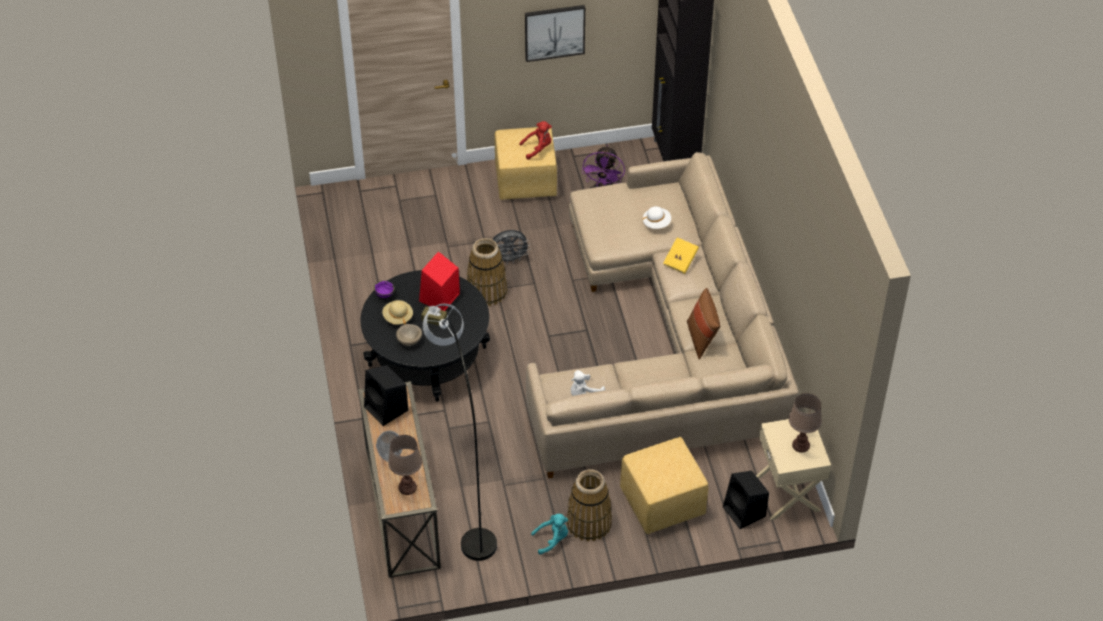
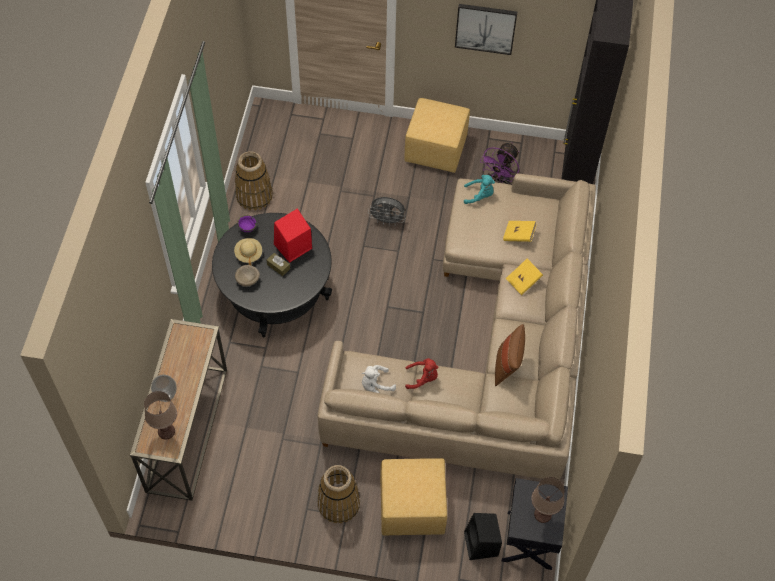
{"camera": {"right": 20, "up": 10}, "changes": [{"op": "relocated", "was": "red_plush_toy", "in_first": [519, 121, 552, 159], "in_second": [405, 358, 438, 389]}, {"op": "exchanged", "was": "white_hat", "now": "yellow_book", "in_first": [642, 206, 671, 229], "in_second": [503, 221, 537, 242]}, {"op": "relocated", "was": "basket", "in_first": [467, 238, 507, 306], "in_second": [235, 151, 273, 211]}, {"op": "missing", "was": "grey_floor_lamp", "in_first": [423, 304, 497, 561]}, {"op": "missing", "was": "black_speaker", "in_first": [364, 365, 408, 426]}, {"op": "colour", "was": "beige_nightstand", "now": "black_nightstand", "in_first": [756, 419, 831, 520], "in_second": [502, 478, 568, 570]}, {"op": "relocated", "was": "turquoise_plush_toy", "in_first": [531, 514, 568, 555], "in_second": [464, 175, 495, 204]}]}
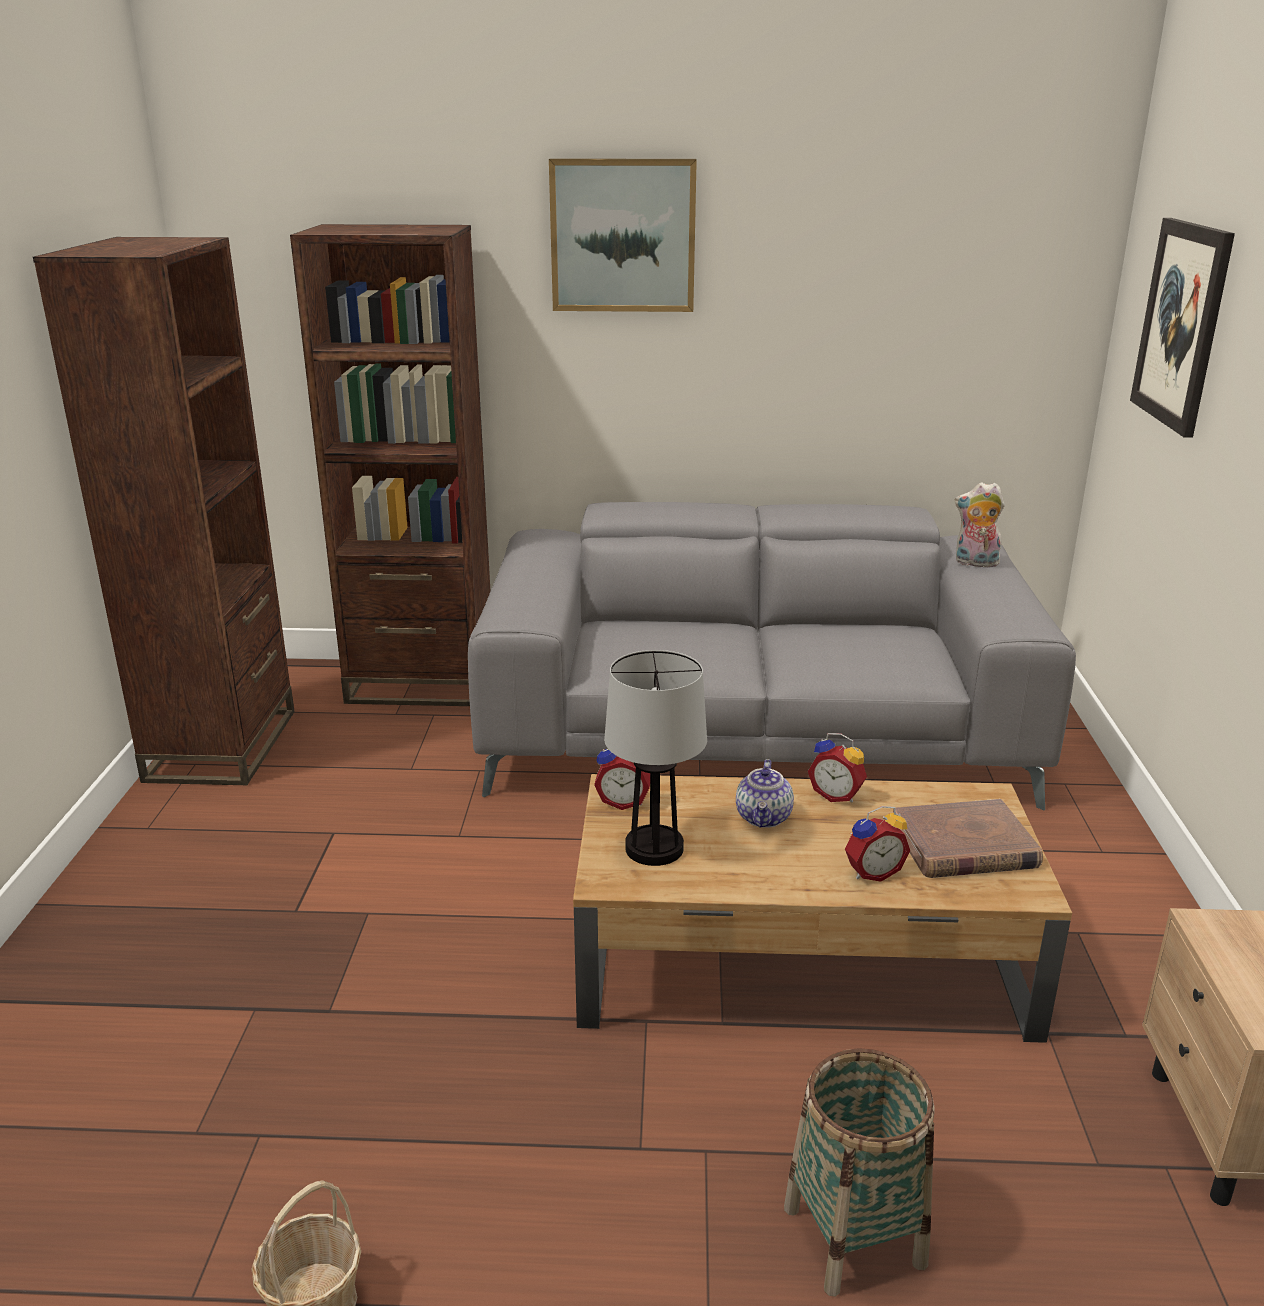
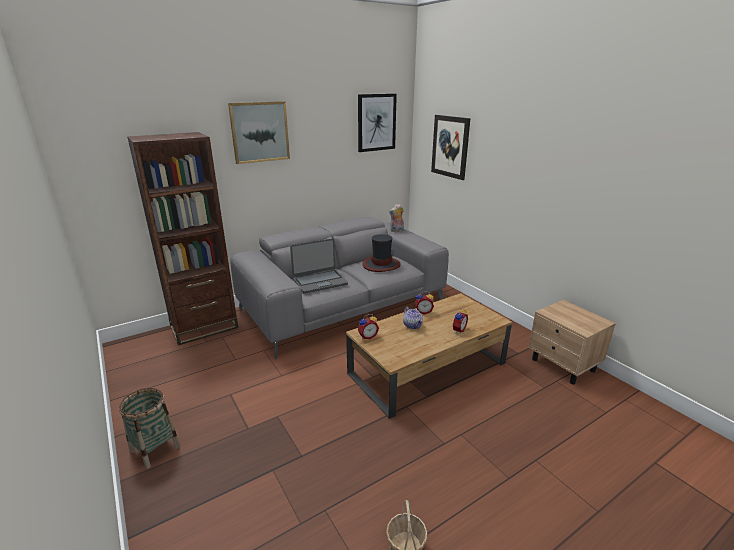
{"camera": {"right": -35, "up": 0}, "changes": [{"op": "missing", "was": "brown_bookcase", "in_first": [33, 237, 295, 785]}, {"op": "missing", "was": "table_lamp", "in_first": [604, 650, 707, 866]}, {"op": "missing", "was": "brown_book", "in_first": [893, 799, 1043, 878]}, {"op": "relocated", "was": "basket", "in_first": [784, 1049, 935, 1296], "in_second": [119, 388, 181, 469]}, {"op": "appeared", "now": "picture", "in_second": [358, 94, 397, 152]}, {"op": "appeared", "now": "hat", "in_second": [363, 234, 401, 272]}, {"op": "appeared", "now": "laptop", "in_second": [290, 238, 348, 294]}]}
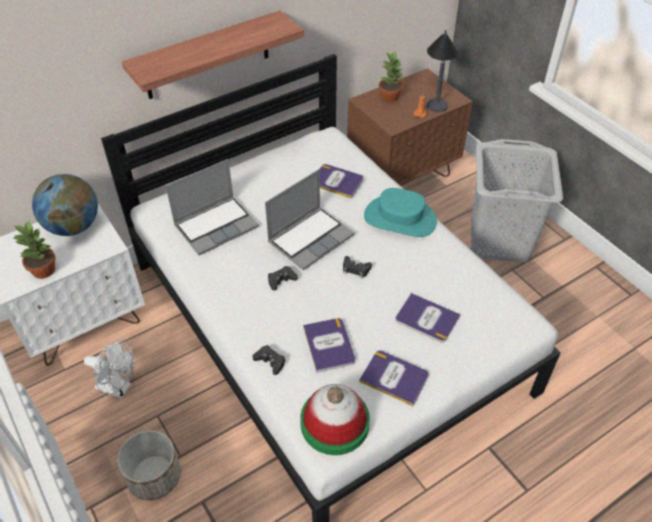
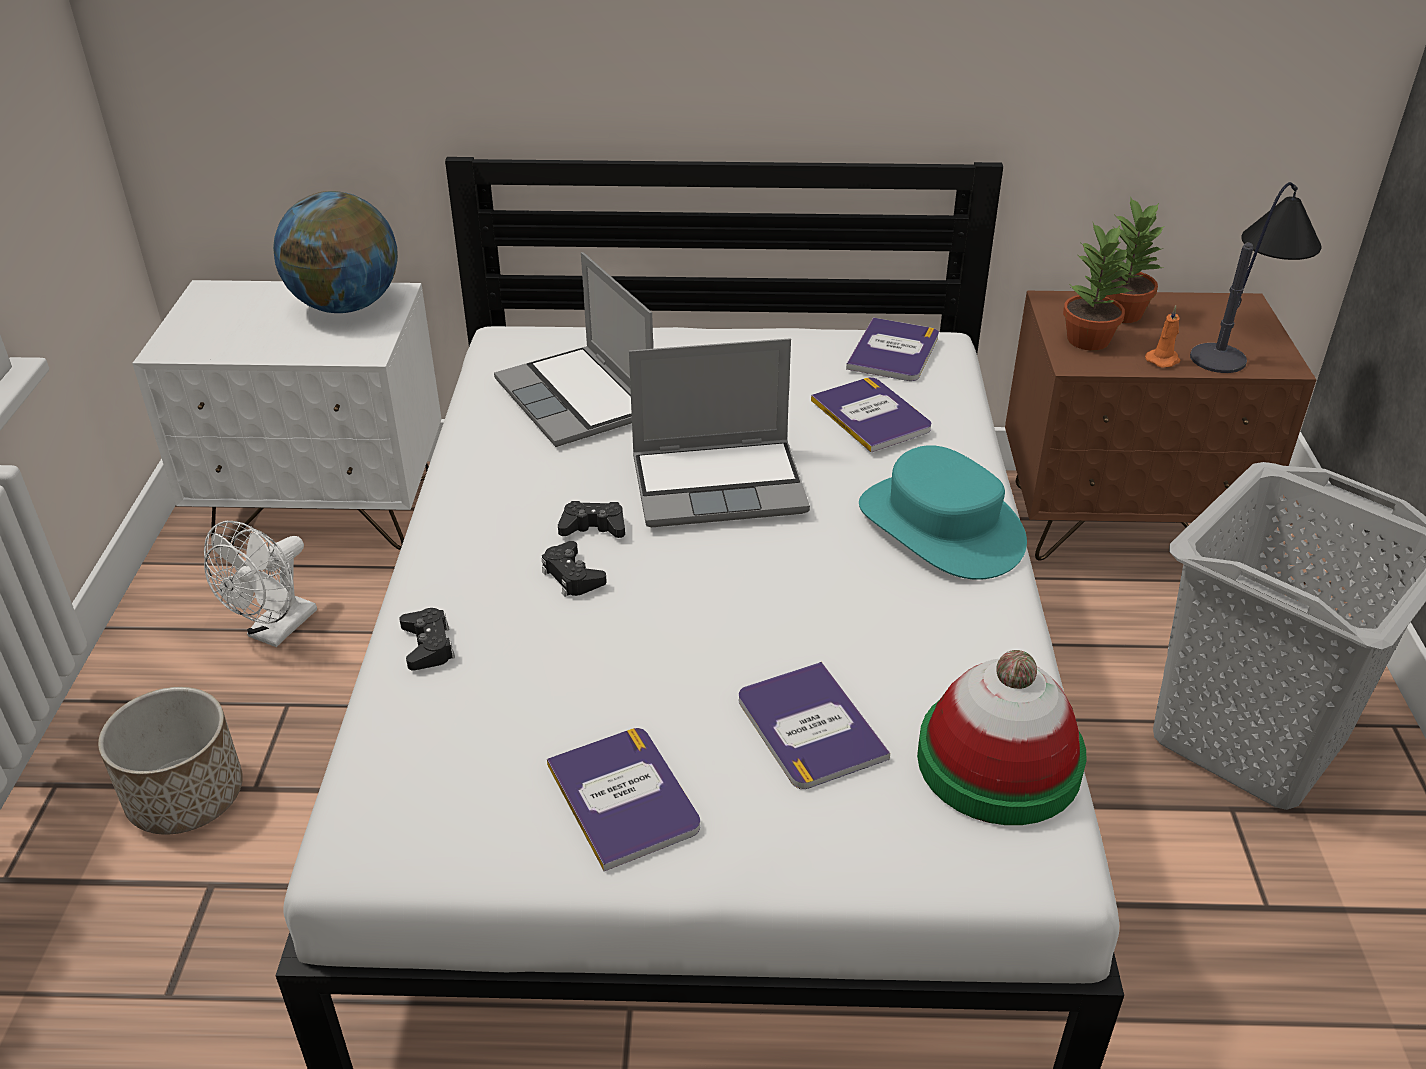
{"camera": {"right": 35, "up": -10}, "changes": [{"op": "missing", "was": "shelf", "in_first": [122, 11, 304, 99]}, {"op": "spun", "was": "laptop", "in_first": [166, 159, 259, 255], "in_second": [494, 252, 653, 447], "clockwise": 60}, {"op": "relocated", "was": "potted_plant", "in_first": [13, 220, 56, 279], "in_second": [1063, 223, 1133, 351]}, {"op": "relocated", "was": "black_game_controller", "in_first": [343, 256, 372, 278], "in_second": [542, 541, 607, 597]}, {"op": "relocated", "was": "book", "in_first": [303, 318, 355, 373], "in_second": [846, 317, 939, 381]}, {"op": "spun", "was": "white_fan", "in_first": [84, 340, 135, 399], "in_second": [204, 521, 317, 647], "clockwise": 60}, {"op": "relocated", "was": "hat", "in_first": [300, 384, 370, 455], "in_second": [917, 650, 1087, 825]}]}
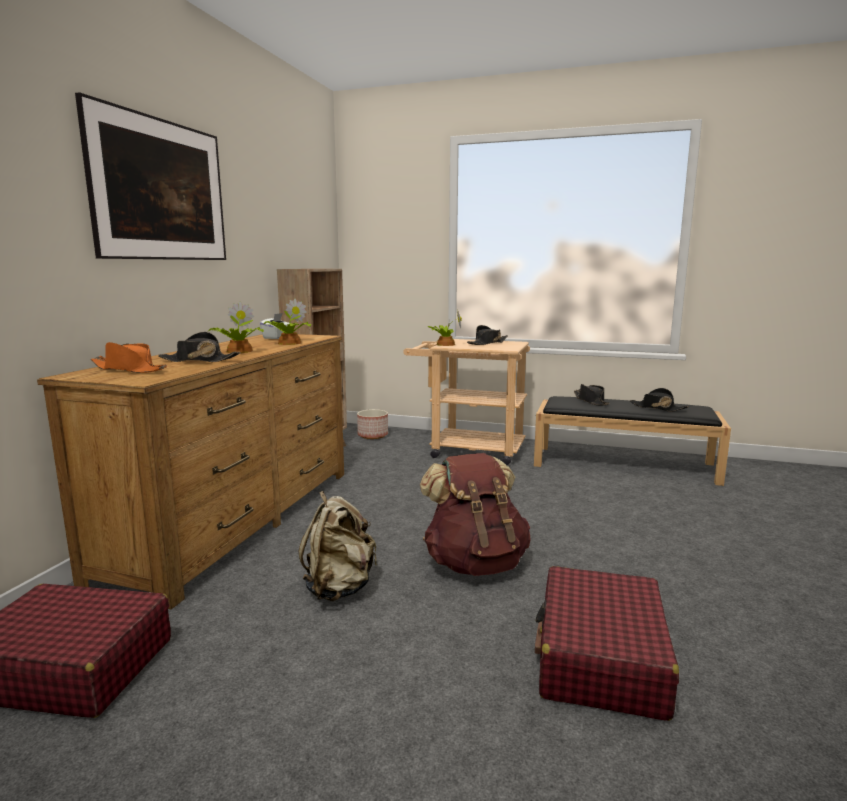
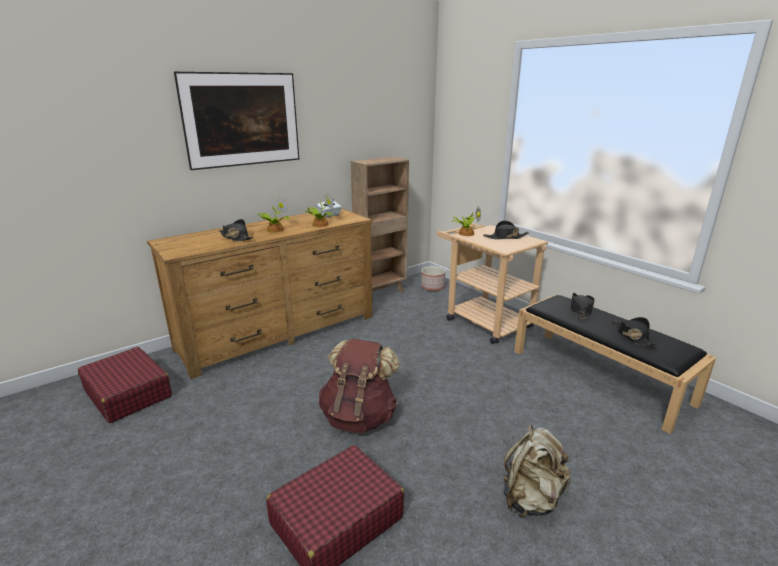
{"camera": {"right": 35, "up": 10}, "changes": [{"op": "missing", "was": "orange_hat", "in_first": [91, 342, 167, 373]}, {"op": "relocated", "was": "beige_backpack", "in_first": [299, 491, 377, 601], "in_second": [504, 425, 571, 517]}]}
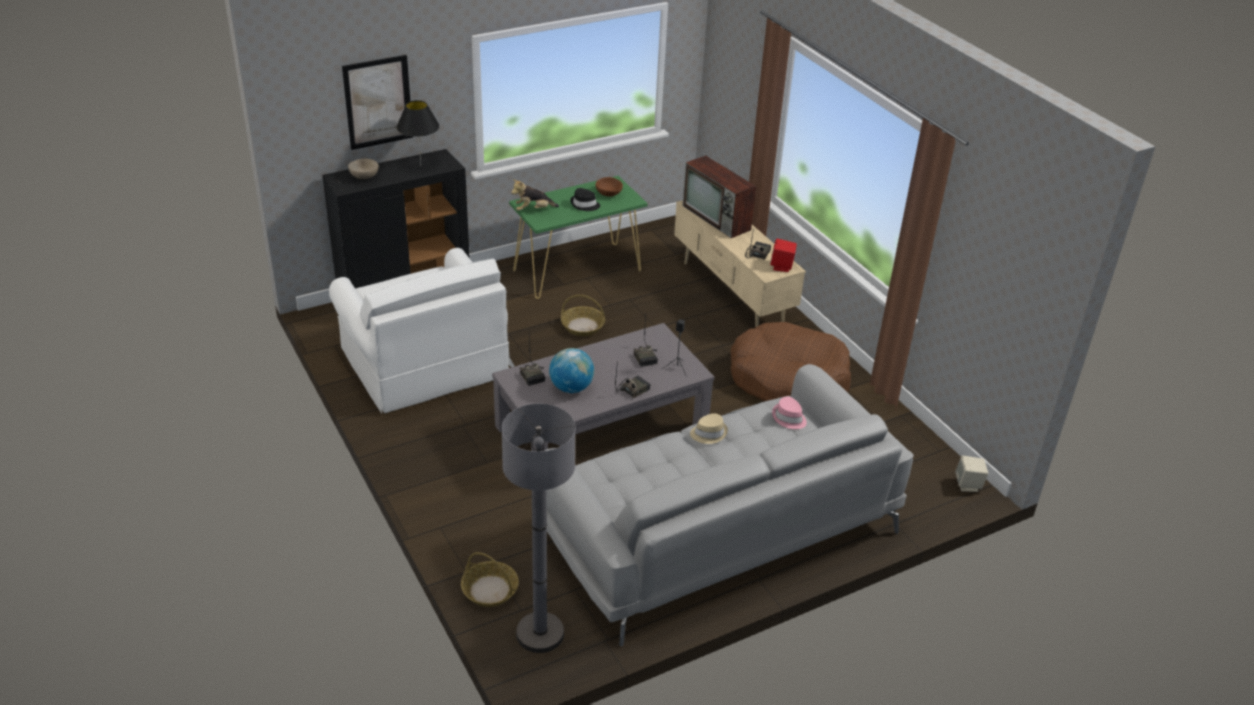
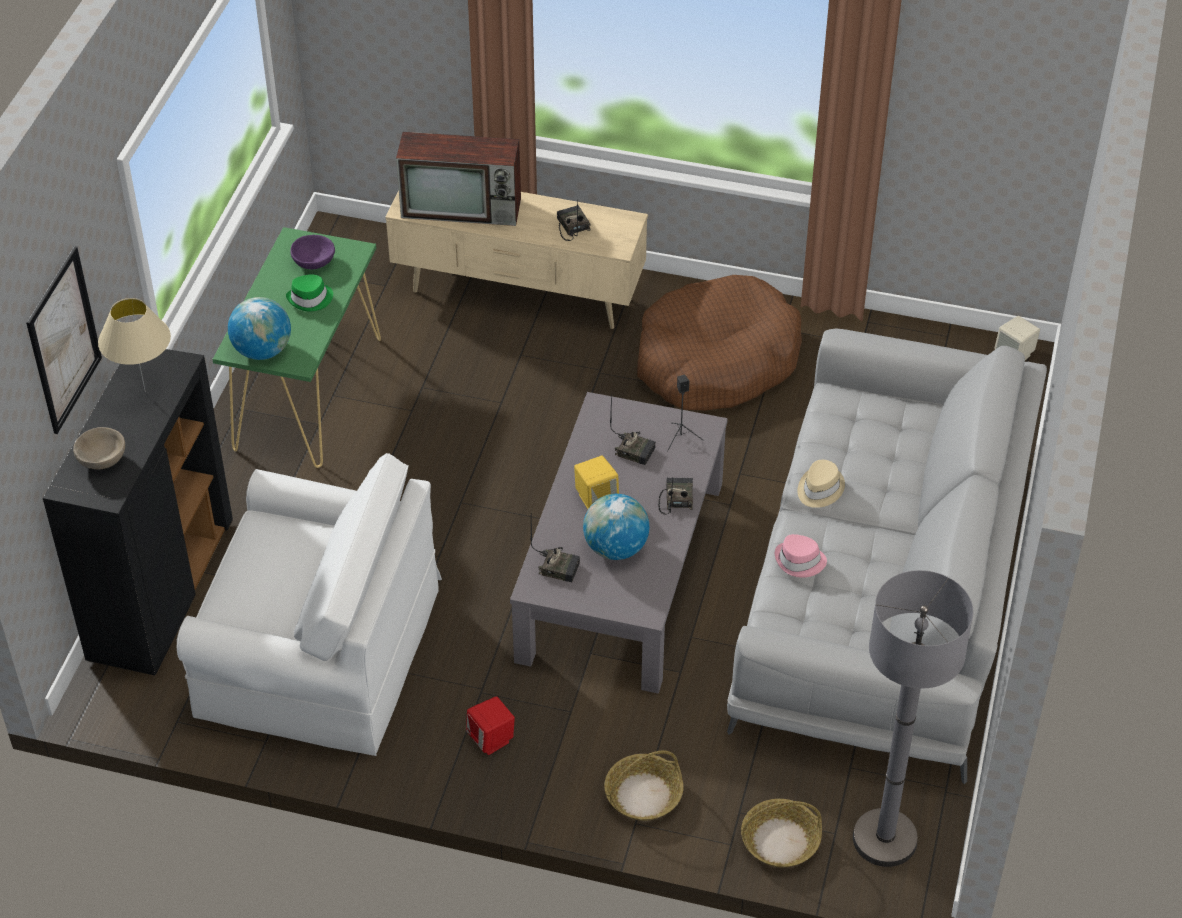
{"camera": {"right": -45, "up": 10}, "changes": [{"op": "colour", "was": "black_table_lamp", "now": "beige_table_lamp", "in_first": [396, 100, 440, 165], "in_second": [98, 298, 171, 392]}, {"op": "colour", "was": "brown_bowl", "now": "purple_bowl", "in_first": [595, 177, 623, 197], "in_second": [291, 235, 335, 269]}, {"op": "exchanged", "was": "plush_toy", "now": "globe", "in_first": [511, 179, 559, 211], "in_second": [228, 297, 291, 360]}, {"op": "colour", "was": "black_hat", "now": "green_hat", "in_first": [570, 188, 600, 211], "in_second": [286, 274, 333, 312]}, {"op": "relocated", "was": "red_speaker", "in_first": [770, 239, 797, 272], "in_second": [466, 696, 515, 755]}, {"op": "relocated", "was": "basket", "in_first": [561, 295, 605, 336], "in_second": [604, 751, 683, 821]}, {"op": "relocated", "was": "pink_hat", "in_first": [772, 396, 807, 429], "in_second": [775, 534, 827, 578]}, {"op": "appeared", "now": "yellow_speaker", "in_second": [574, 456, 619, 509]}]}
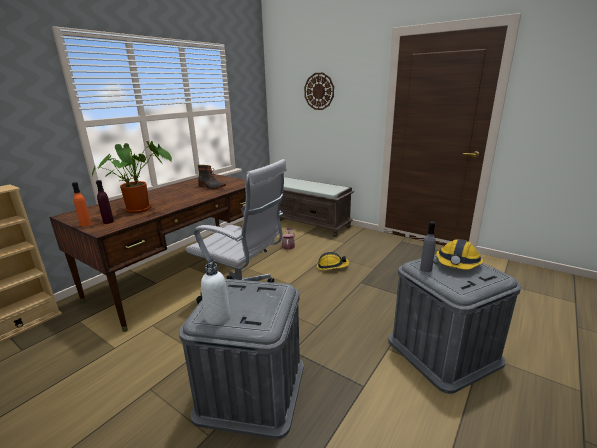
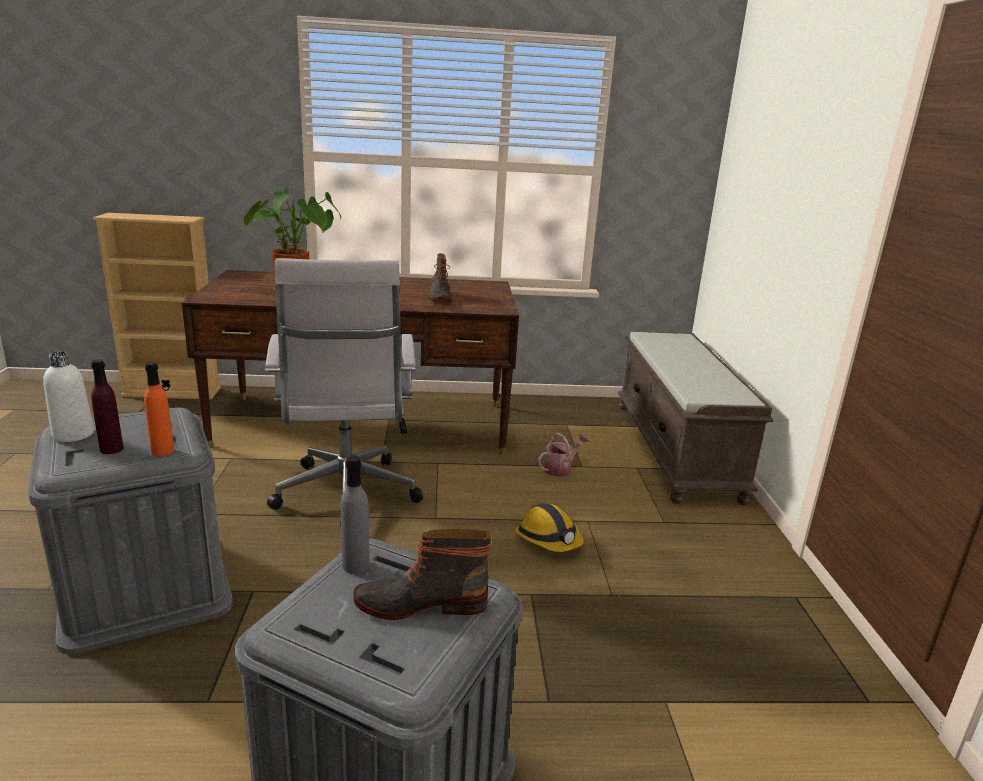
{"camera": {"right": 50, "up": 0}, "changes": [{"op": "missing", "was": "wall_clock", "in_first": [304, 73, 334, 110]}, {"op": "relocated", "was": "purple_bottle", "in_first": [96, 180, 114, 224], "in_second": [91, 359, 124, 454]}, {"op": "relocated", "was": "orange_bottle", "in_first": [72, 182, 91, 227], "in_second": [144, 362, 174, 456]}, {"op": "exchanged", "was": "hard_hat", "now": "boot", "in_first": [436, 239, 483, 270], "in_second": [353, 529, 492, 620]}]}
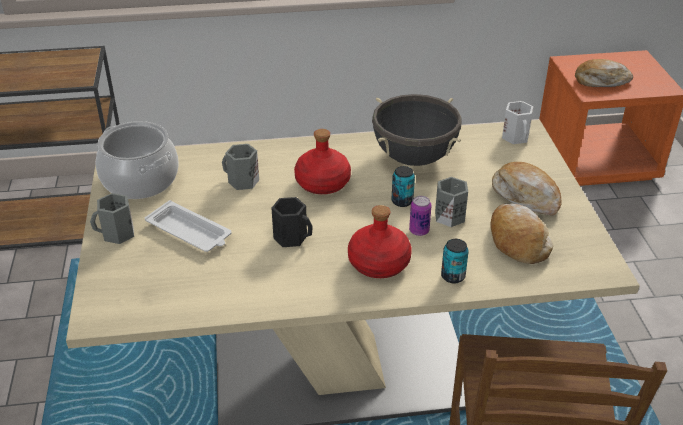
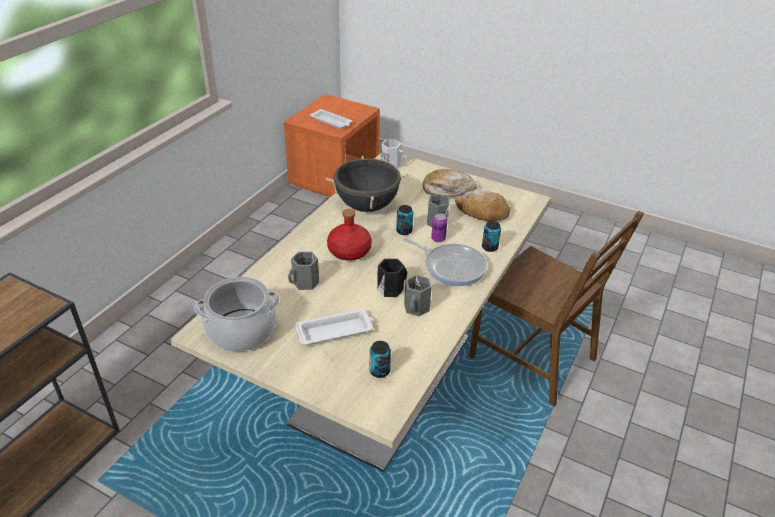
{"camera": {"right": -55, "up": 0}, "changes": [{"op": "exchanged", "was": "bread", "now": "white_tray", "in_first": [575, 59, 633, 87], "in_second": [310, 109, 352, 129]}, {"op": "relocated", "was": "grey_mug", "in_first": [90, 193, 134, 244], "in_second": [404, 275, 432, 316]}, {"op": "exchanged", "was": "red_bottle", "now": "frying_pan", "in_first": [348, 205, 412, 278], "in_second": [403, 238, 487, 286]}, {"op": "appeared", "now": "can", "in_second": [370, 341, 391, 378]}]}
